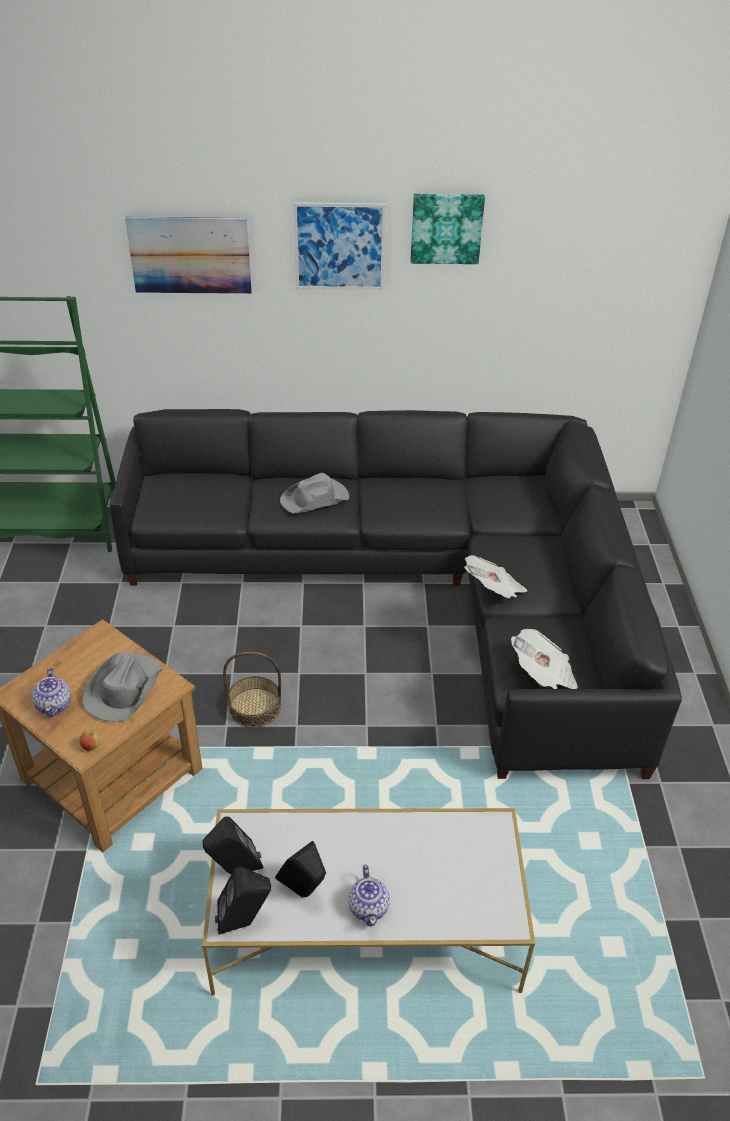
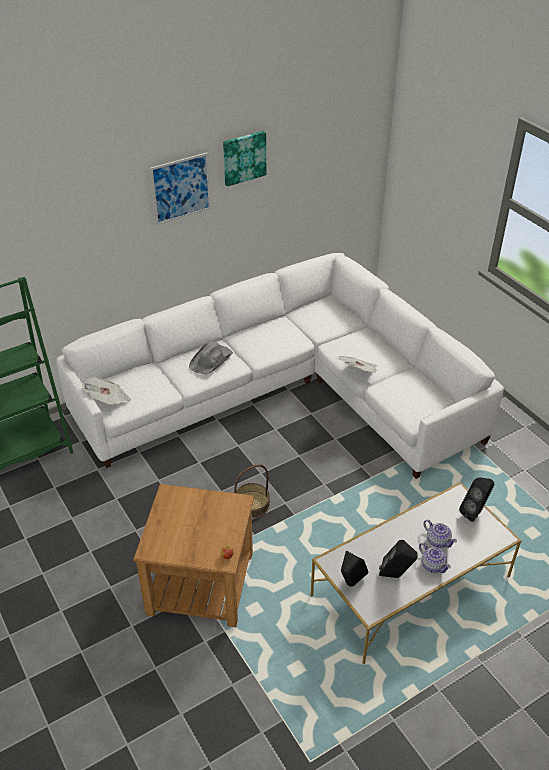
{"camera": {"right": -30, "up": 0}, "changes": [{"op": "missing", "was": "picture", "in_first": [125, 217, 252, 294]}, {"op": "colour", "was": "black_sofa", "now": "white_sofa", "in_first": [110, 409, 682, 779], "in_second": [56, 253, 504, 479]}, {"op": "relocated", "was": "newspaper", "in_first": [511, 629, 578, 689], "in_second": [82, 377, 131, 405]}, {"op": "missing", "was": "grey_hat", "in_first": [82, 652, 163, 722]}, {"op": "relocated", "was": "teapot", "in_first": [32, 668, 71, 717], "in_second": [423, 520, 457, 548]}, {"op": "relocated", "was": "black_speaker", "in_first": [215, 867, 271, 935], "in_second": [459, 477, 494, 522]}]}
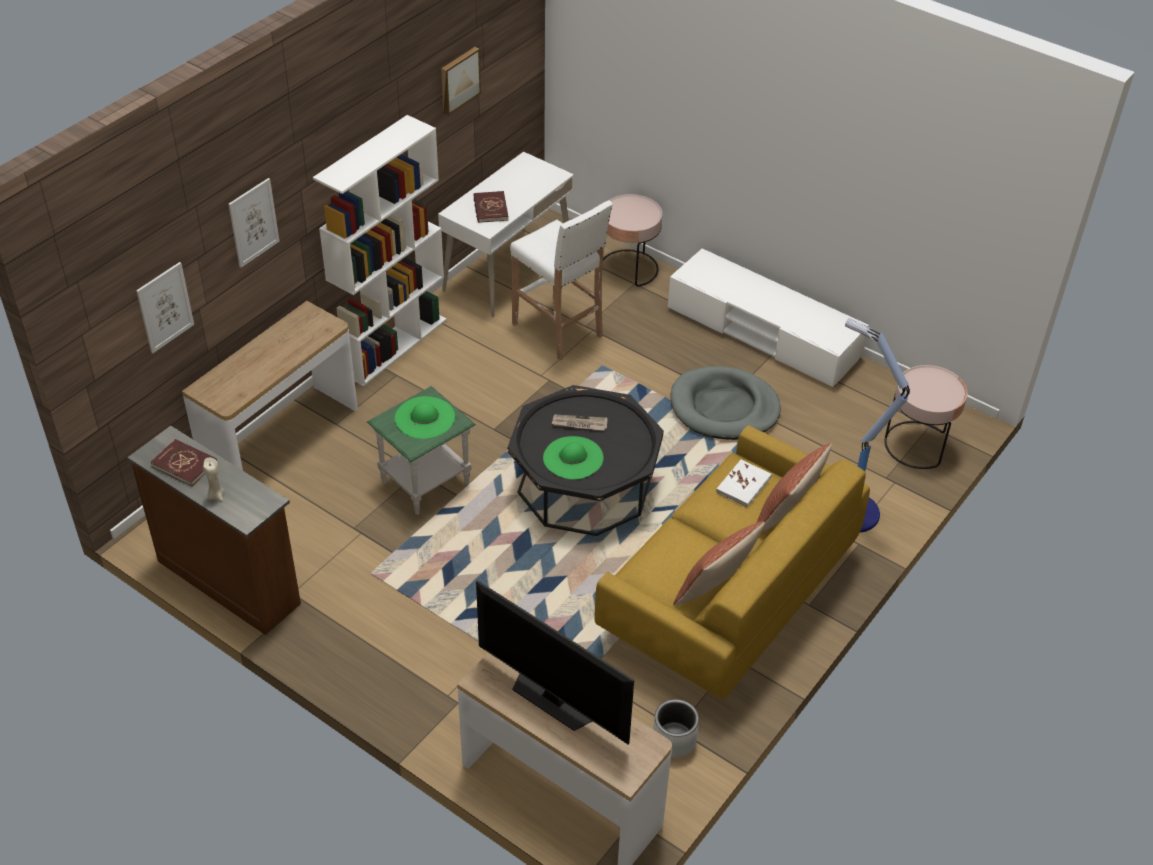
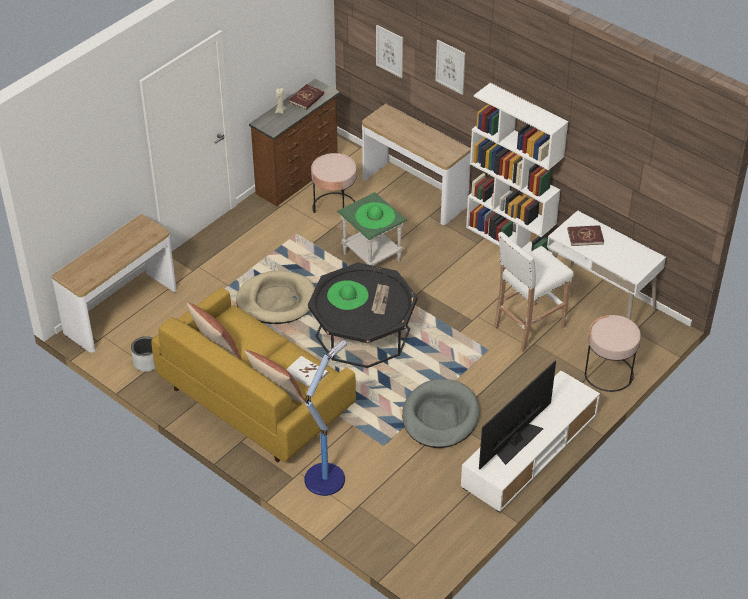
{"camera": {"right": 95, "up": 0}, "changes": [{"op": "missing", "was": "picture", "in_first": [441, 47, 481, 115]}, {"op": "relocated", "was": "pink_side_table", "in_first": [884, 365, 967, 469], "in_second": [311, 153, 357, 213]}, {"op": "relocated", "was": "television", "in_first": [476, 580, 634, 744], "in_second": [479, 361, 556, 470]}, {"op": "appeared", "now": "beige_dog_bed", "in_second": [236, 271, 315, 324]}]}
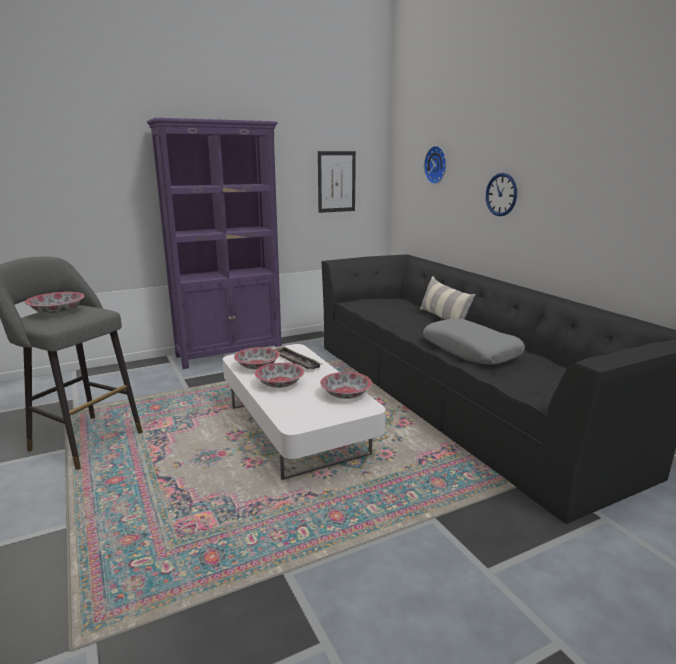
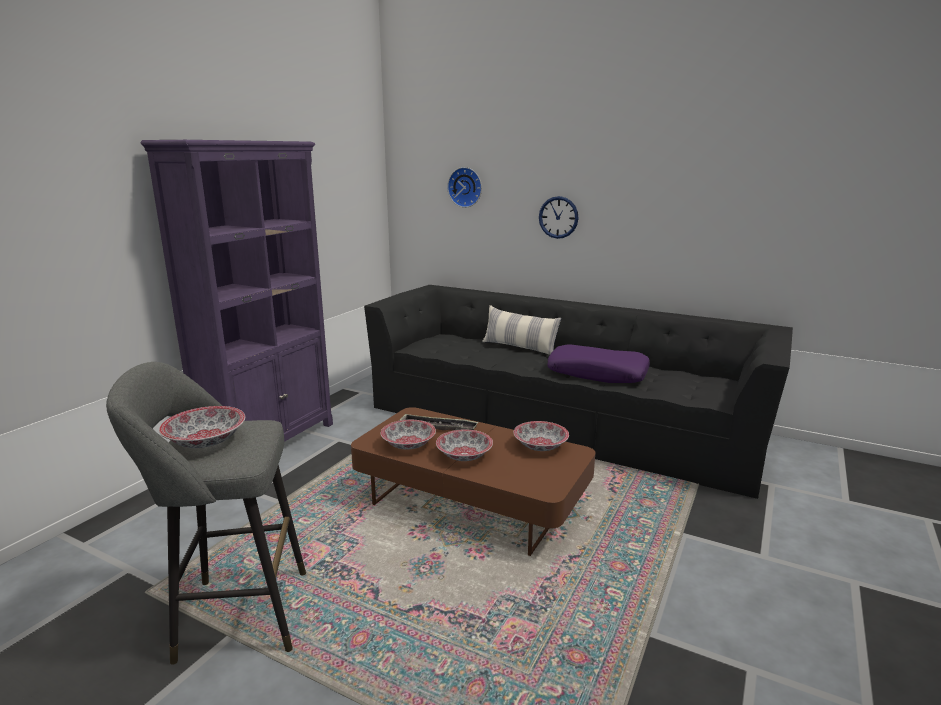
{"camera": {"right": -35, "up": 0}, "changes": [{"op": "missing", "was": "picture", "in_first": [318, 151, 356, 213]}, {"op": "colour", "was": "grey_pillow", "now": "purple_pillow", "in_first": [423, 319, 525, 365], "in_second": [547, 344, 650, 383]}, {"op": "colour", "was": "white_coffee_table", "now": "brown_coffee_table", "in_first": [223, 344, 385, 480], "in_second": [351, 407, 595, 556]}]}
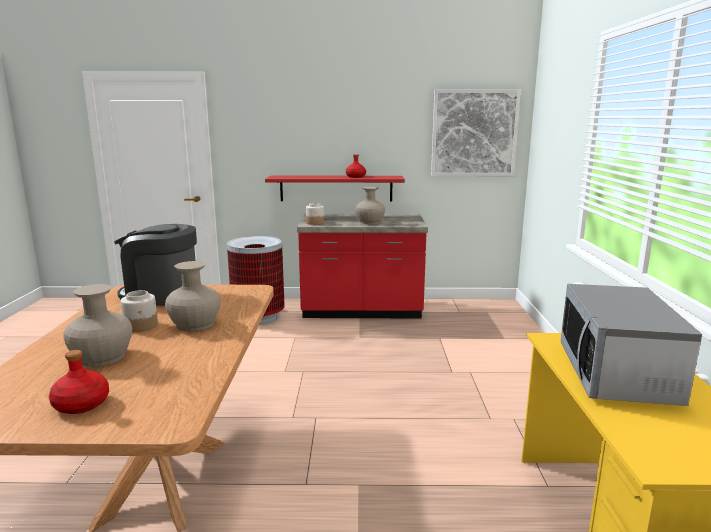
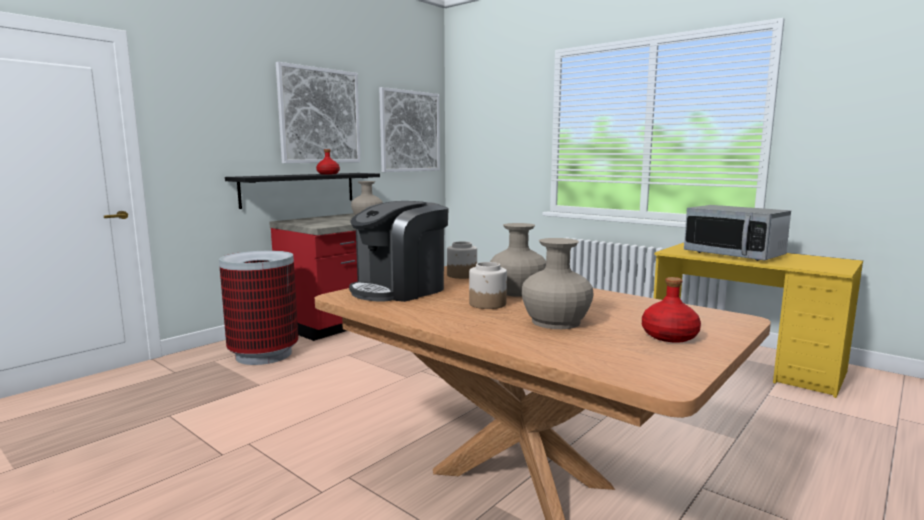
{"camera": {"right": -50, "up": -5}, "changes": [{"op": "colour", "was": "red_shelf", "now": "black_shelf", "in_first": [265, 176, 405, 201], "in_second": [225, 173, 380, 209]}, {"op": "relocated", "was": "jar", "in_first": [306, 203, 324, 225], "in_second": [447, 242, 477, 279]}, {"op": "appeared", "now": "picture", "in_second": [276, 62, 361, 163]}]}
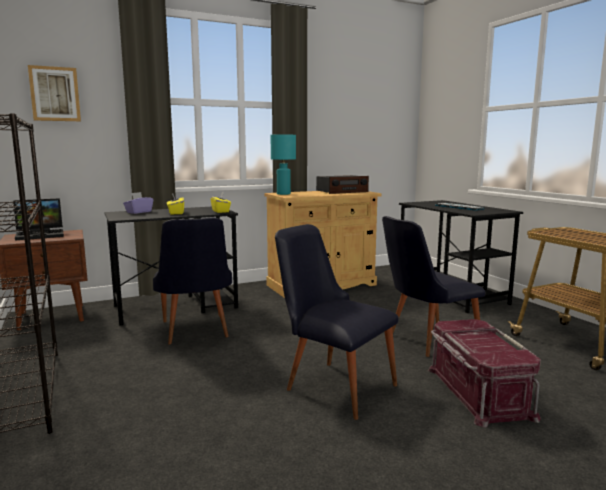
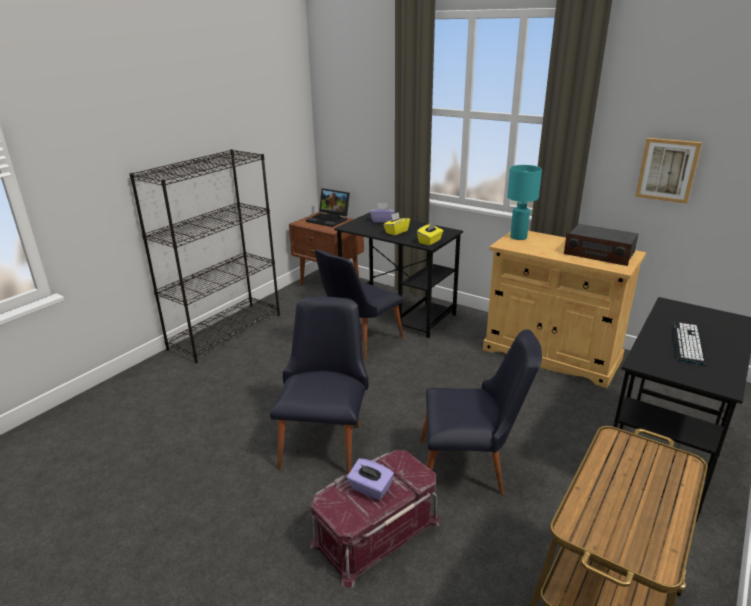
{"camera": {"right": 60, "up": 15}, "changes": [{"op": "relocated", "was": "picture", "in_first": [28, 65, 81, 121], "in_second": [635, 138, 702, 204]}, {"op": "spun", "was": "black_chair", "in_first": [382, 216, 486, 357], "in_second": [420, 329, 542, 495], "clockwise": 150}, {"op": "appeared", "now": "purple_tissue_box", "in_second": [347, 459, 394, 500]}]}
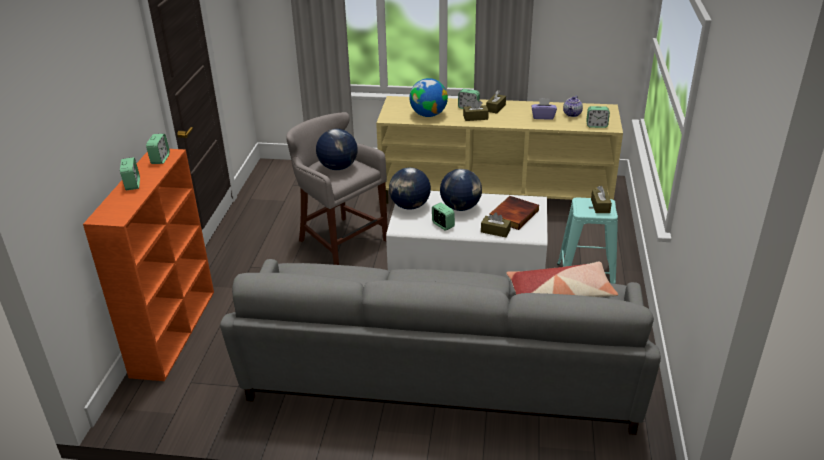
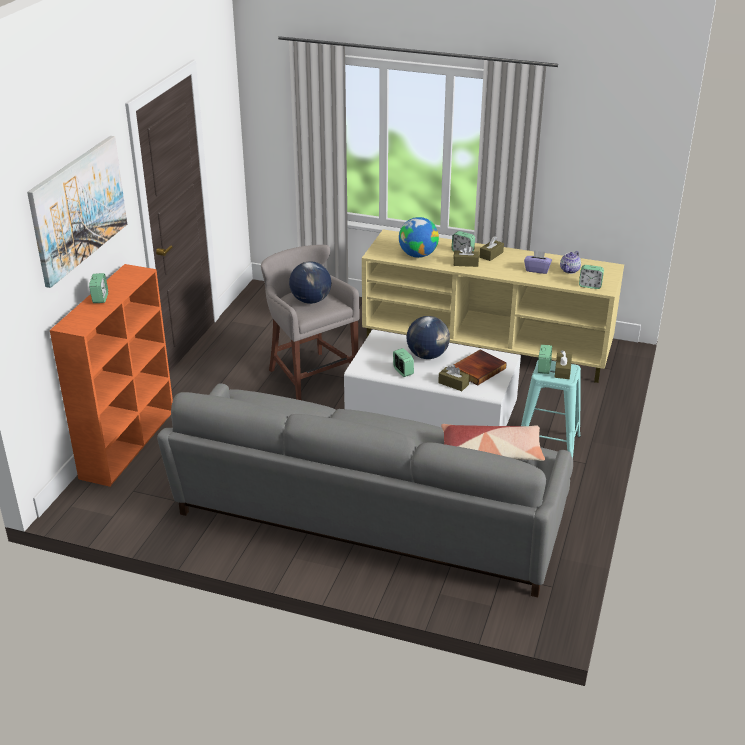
{"camera": {"right": 10, "up": 0}, "changes": [{"op": "relocated", "was": "alarm_clock", "in_first": [146, 134, 170, 164], "in_second": [538, 345, 552, 374]}, {"op": "missing", "was": "globe", "in_first": [389, 168, 431, 210]}, {"op": "appeared", "now": "picture", "in_second": [27, 136, 127, 288]}]}
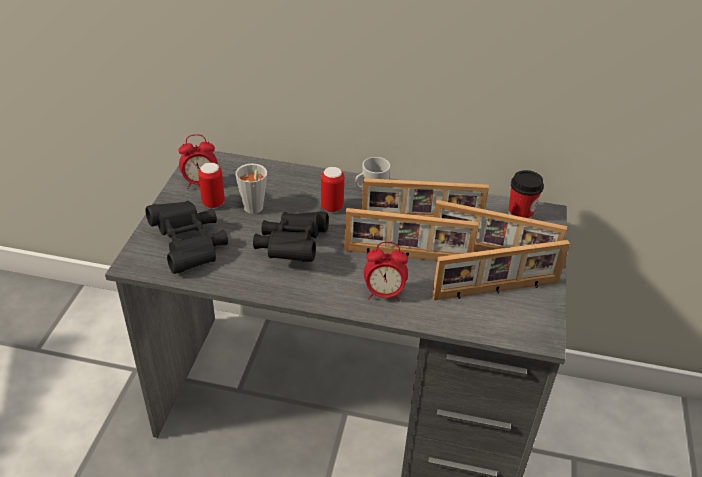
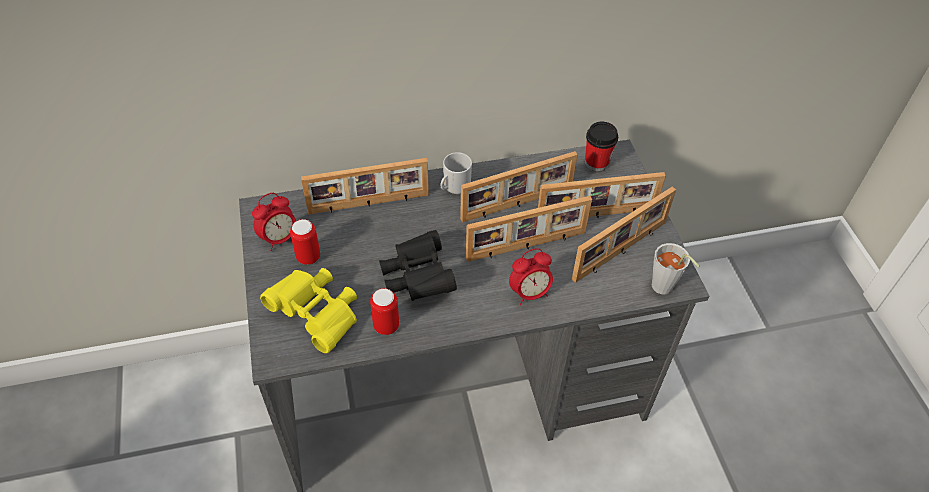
{"camera": {"right": -25, "up": 10}, "changes": [{"op": "relocated", "was": "grey_cup", "in_first": [235, 164, 267, 214], "in_second": [652, 243, 700, 294]}, {"op": "relocated", "was": "can", "in_first": [321, 167, 344, 212], "in_second": [370, 288, 399, 335]}, {"op": "colour", "was": "black_binoculars", "now": "yellow_binoculars", "in_first": [146, 201, 228, 274], "in_second": [260, 268, 357, 353]}, {"op": "appeared", "now": "picture_frame", "in_second": [301, 158, 429, 214]}]}
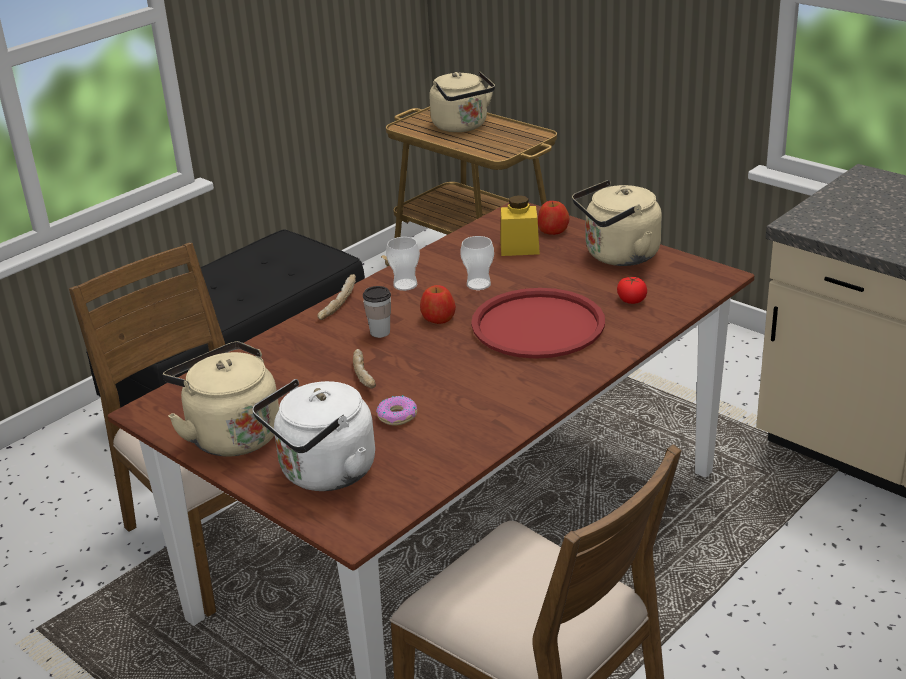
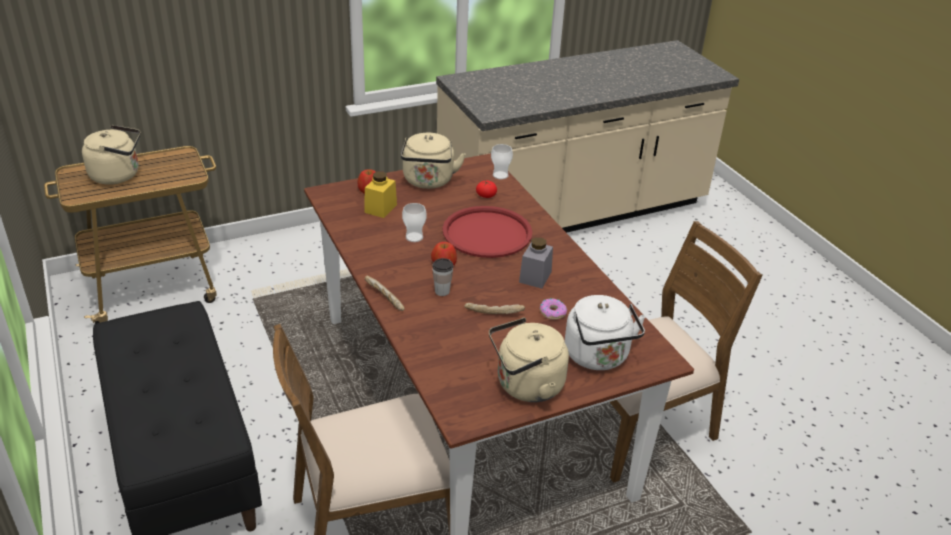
{"camera": {"right": -70, "up": 5}, "changes": [{"op": "relocated", "was": "cup", "in_first": [386, 237, 420, 291], "in_second": [491, 144, 513, 179]}, {"op": "appeared", "now": "grey_jar", "in_second": [519, 237, 553, 288]}]}
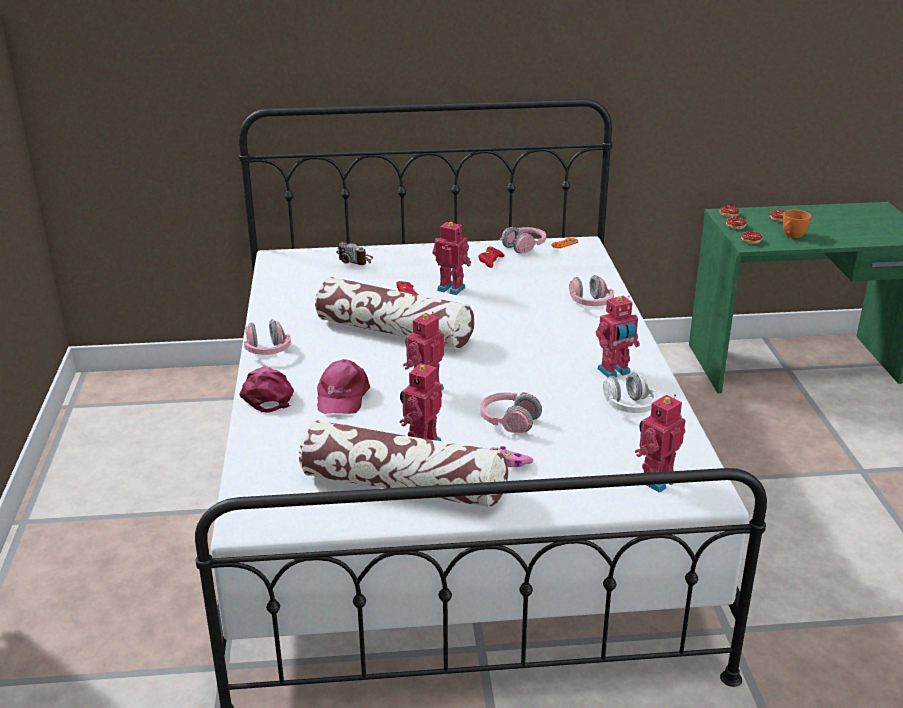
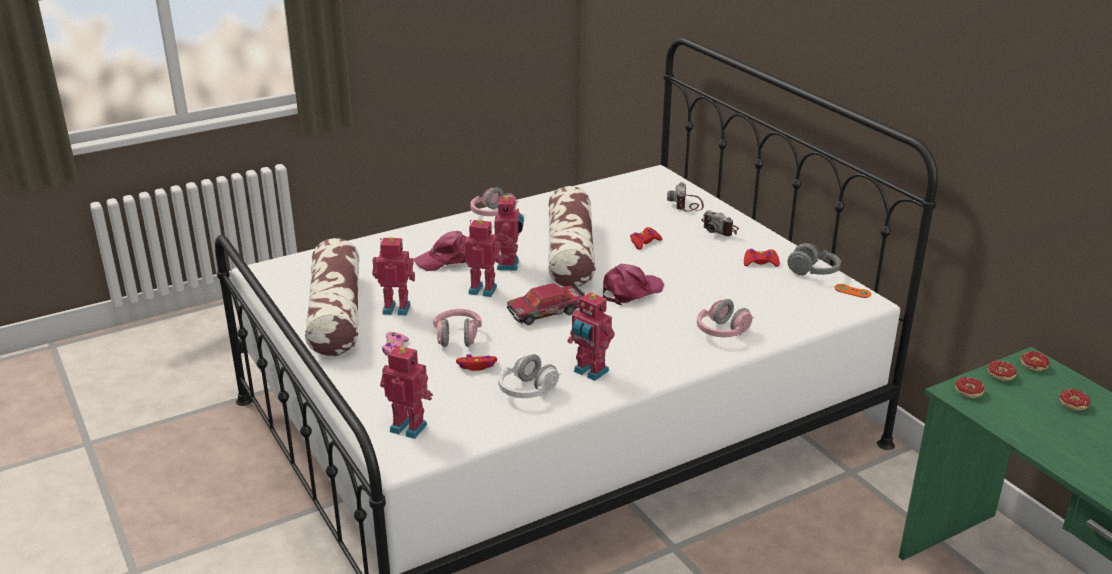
{"camera": {"right": 65, "up": 0}, "changes": [{"op": "missing", "was": "orange_cup", "in_first": [783, 210, 811, 238]}, {"op": "relocated", "was": "toy_robot", "in_first": [433, 221, 471, 295], "in_second": [494, 193, 524, 271]}, {"op": "colour", "was": "pink_headphones", "now": "grey_headphones", "in_first": [500, 227, 546, 253], "in_second": [787, 243, 841, 276]}, {"op": "relocated", "was": "pink_cap", "in_first": [239, 366, 294, 413], "in_second": [603, 264, 664, 305]}, {"op": "appeared", "now": "photo_camera", "in_second": [701, 210, 739, 236]}, {"op": "appeared", "now": "toy_car", "in_second": [507, 283, 585, 325]}, {"op": "appeared", "now": "red_game_controller", "in_second": [456, 354, 497, 371]}]}
